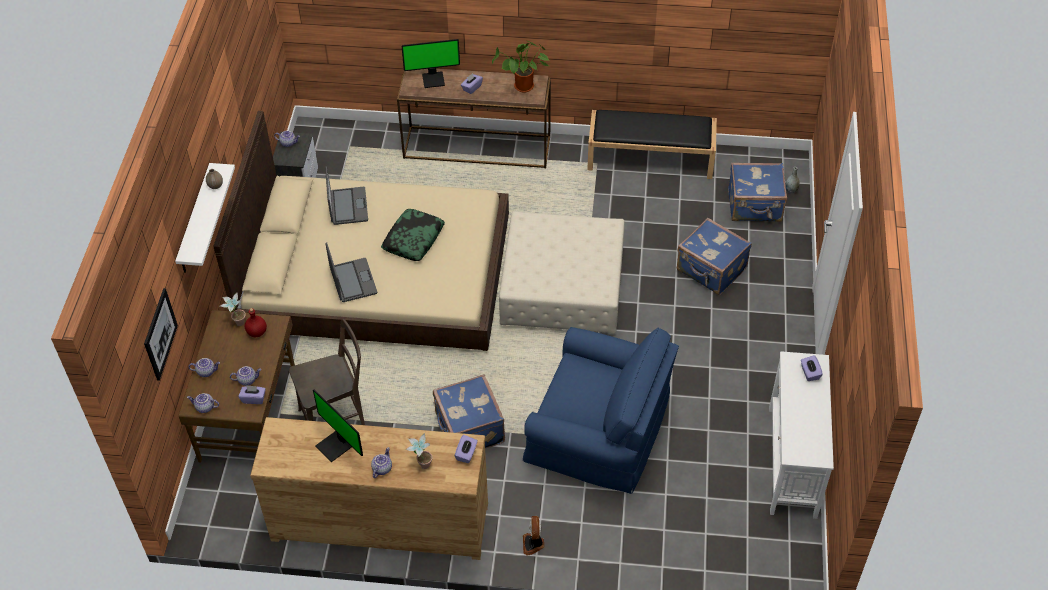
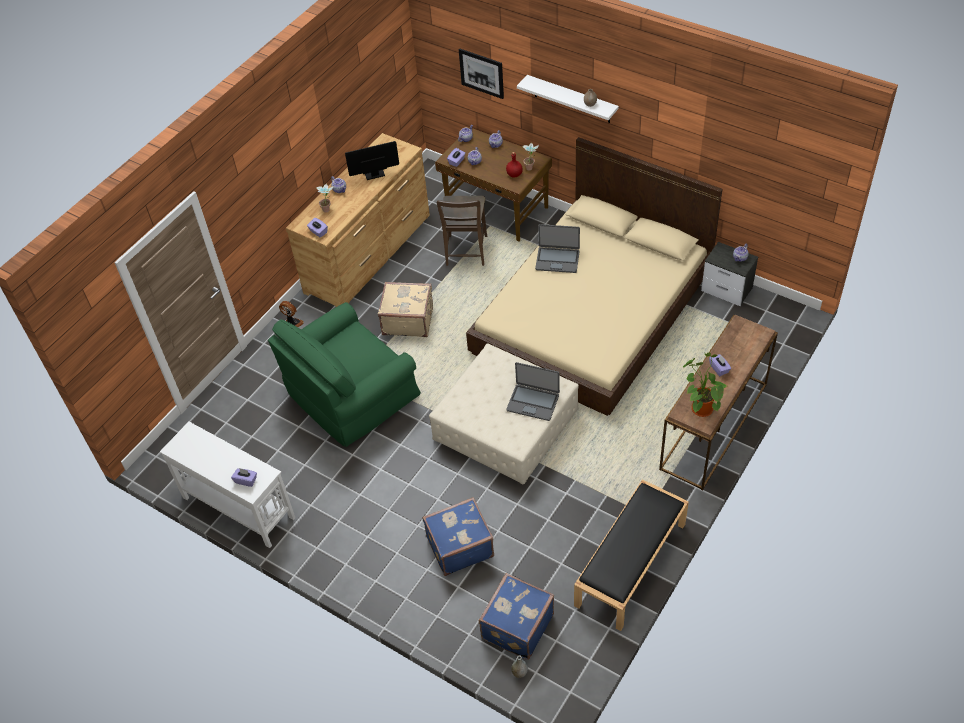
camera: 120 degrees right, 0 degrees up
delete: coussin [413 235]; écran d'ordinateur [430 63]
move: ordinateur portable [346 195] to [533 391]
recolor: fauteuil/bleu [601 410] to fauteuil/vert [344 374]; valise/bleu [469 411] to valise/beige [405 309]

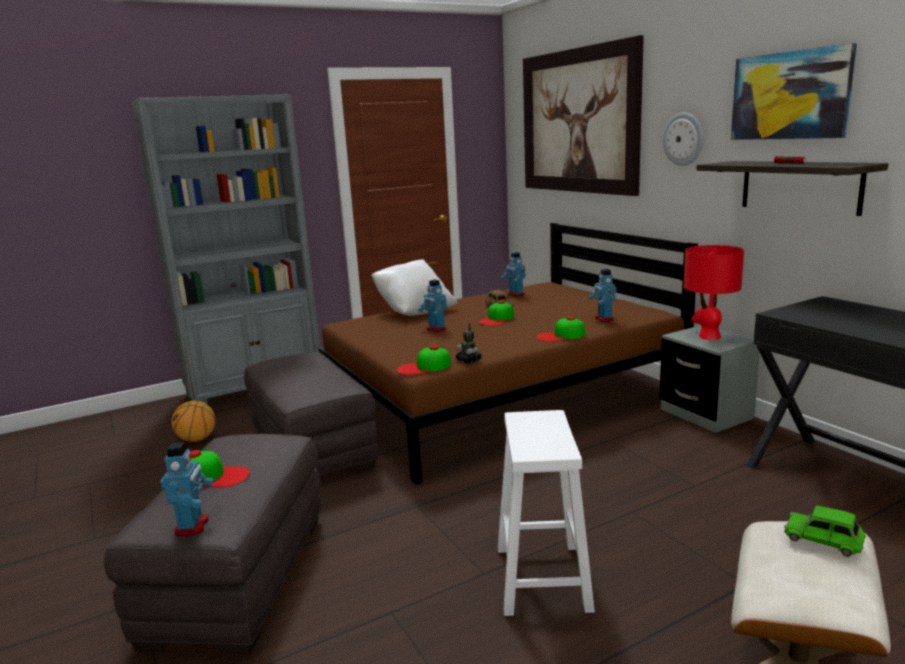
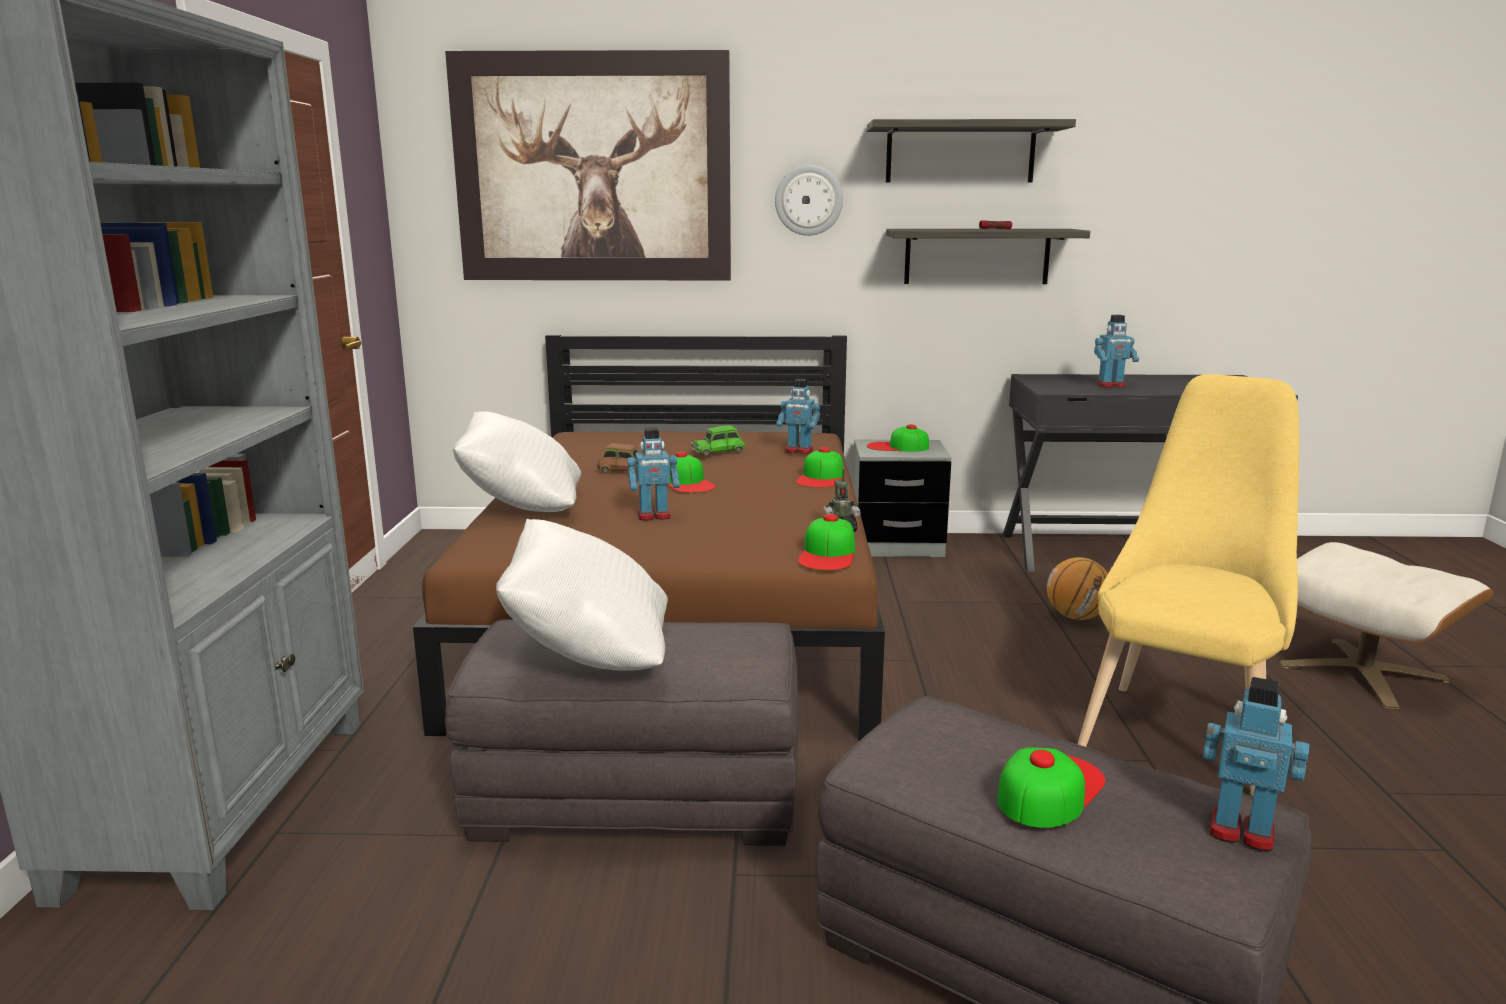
camera: 60 degrees left, 0 degrees up
insert: coussin/blanc [582 595]
move: petite voiture/vert [825 531] to [718 440]; ballon de basket [194 421] to [1077 588]; robot jouet [513 274] to [1116 351]
replace: tableau [794 91] to étagère [971 151]; lampe de table/rouge [714 292] to casquette [898 438]; tabouret/blanc [546 513] to chaise/jaune [1188 585]

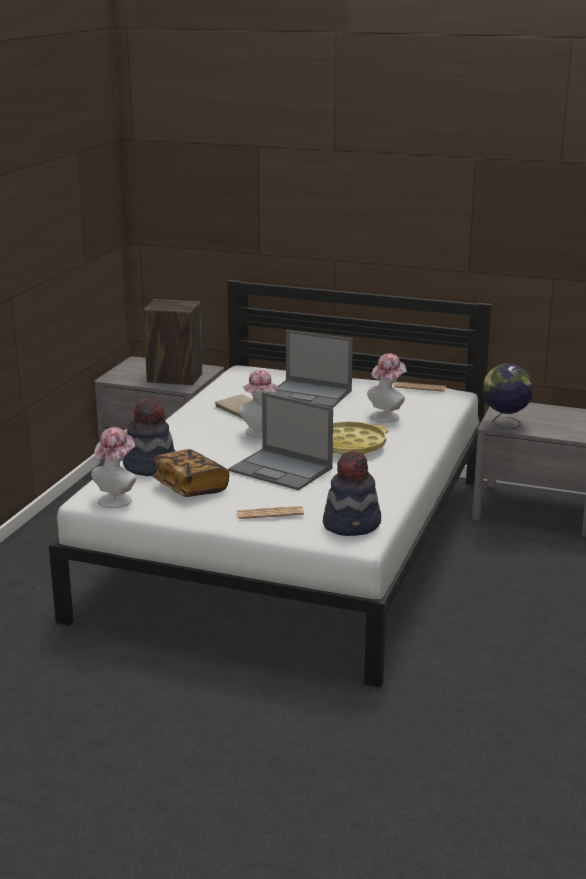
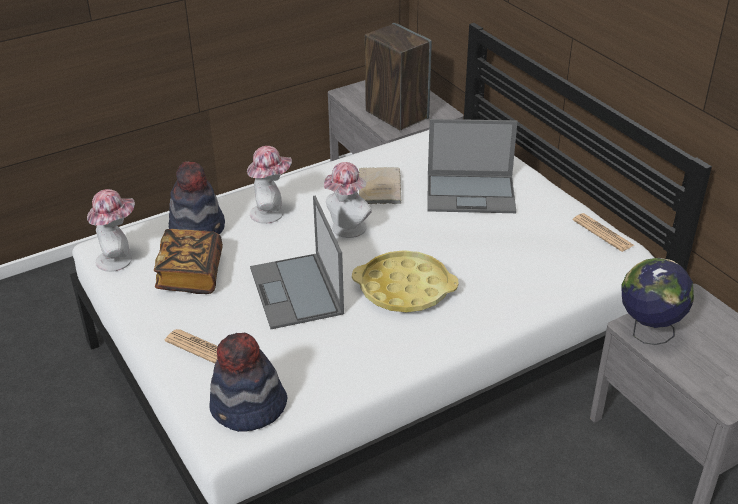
camera: 40 degrees right, 15 degrees up
move: chapeau [386 388] to [269 185]
rotate: ordinateur portable [311 369] = [473 166] 60 degrees counterclockwise

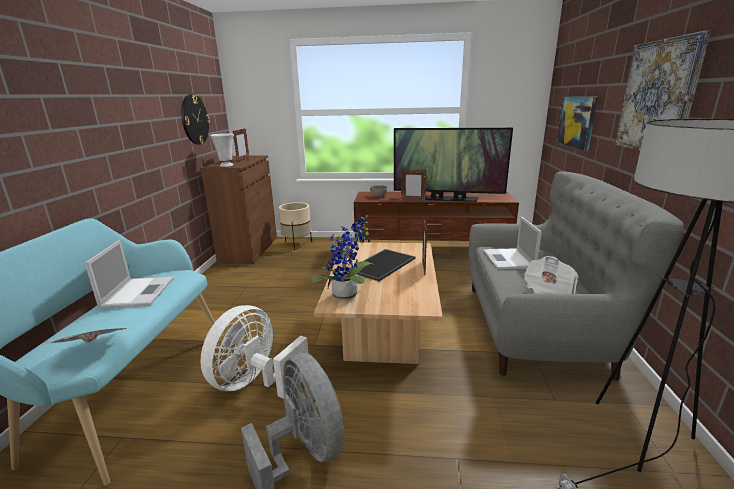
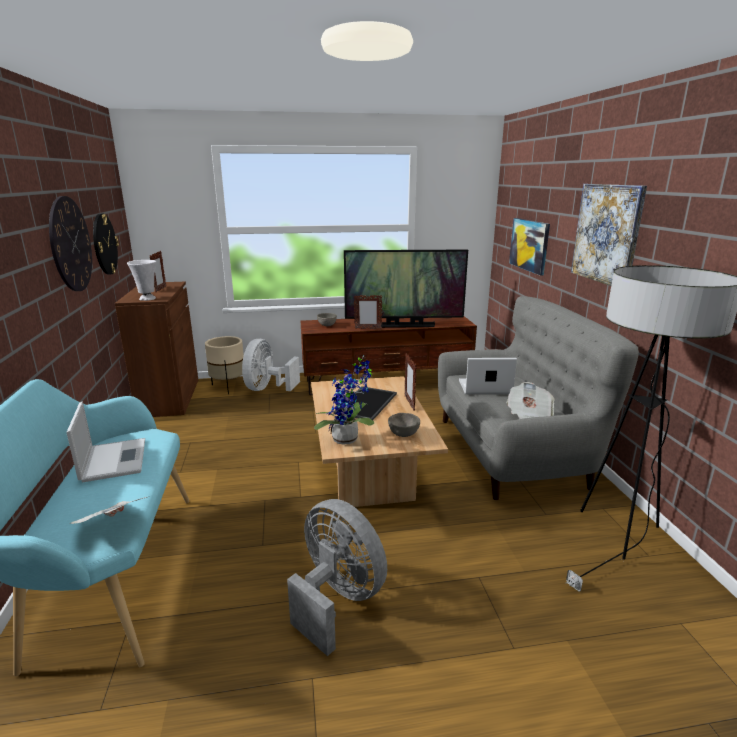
camera: 15 degrees left, 0 degrees up
insert: horloge murale [70 243]; bol/gris [404 425]
move: ventilateur/blanc [254 352] to [271 365]
rotate: ordinateur portable [512 243] = [488 376] 105 degrees clockwise

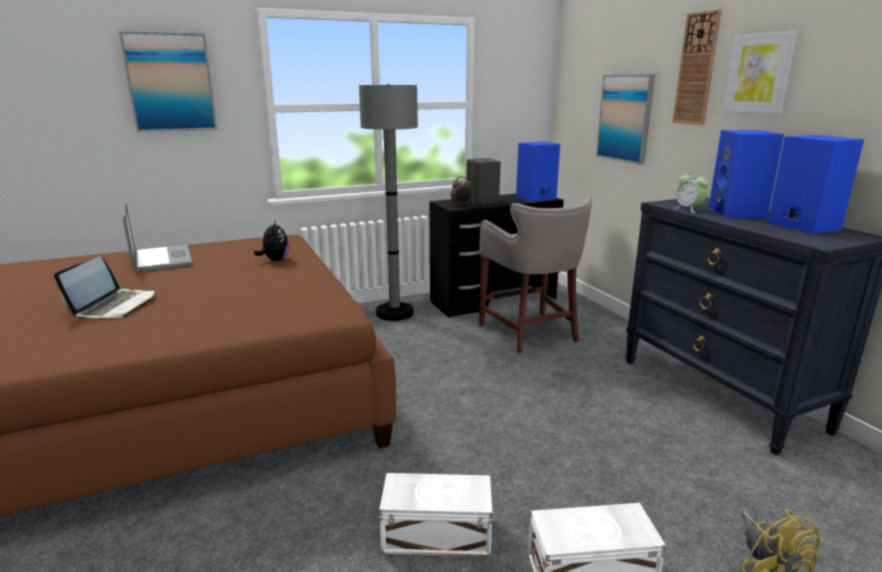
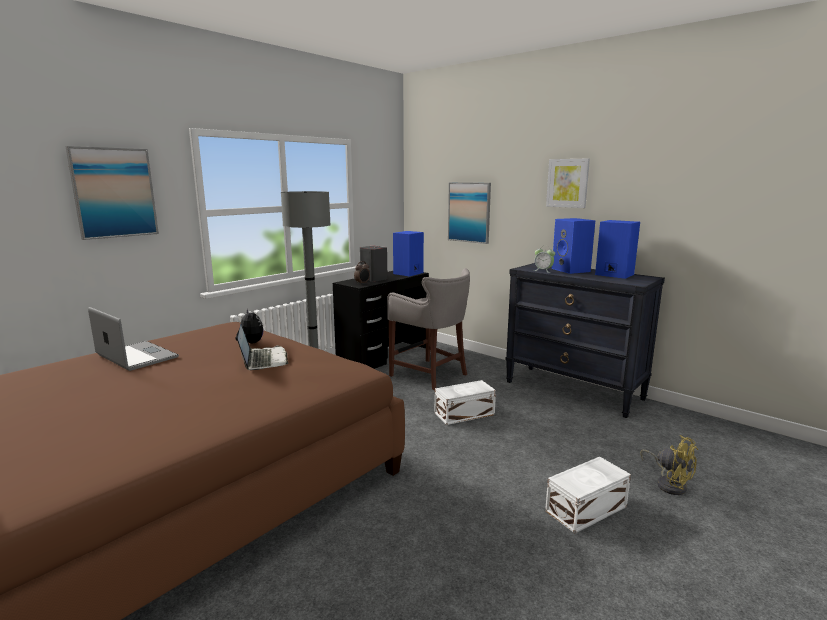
camera: 25 degrees left, 5 degrees down
delete: horloge murale [697 67]
move: ordinateur portable [104 287] to [262 347]; boîte de rangement/blanc [435 515] to [465 402]

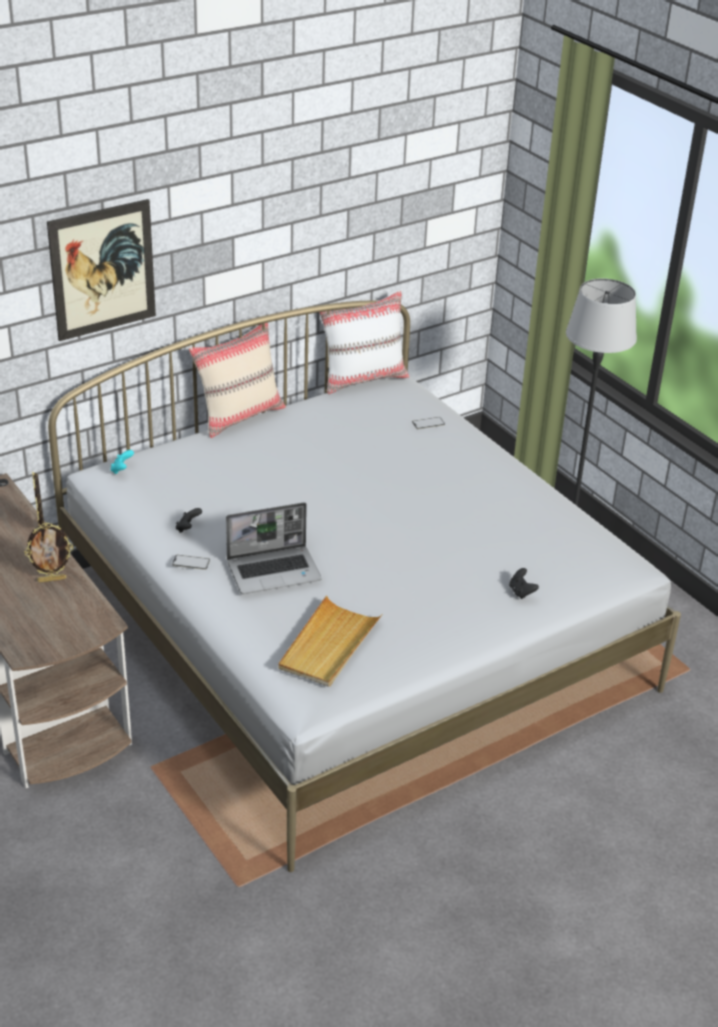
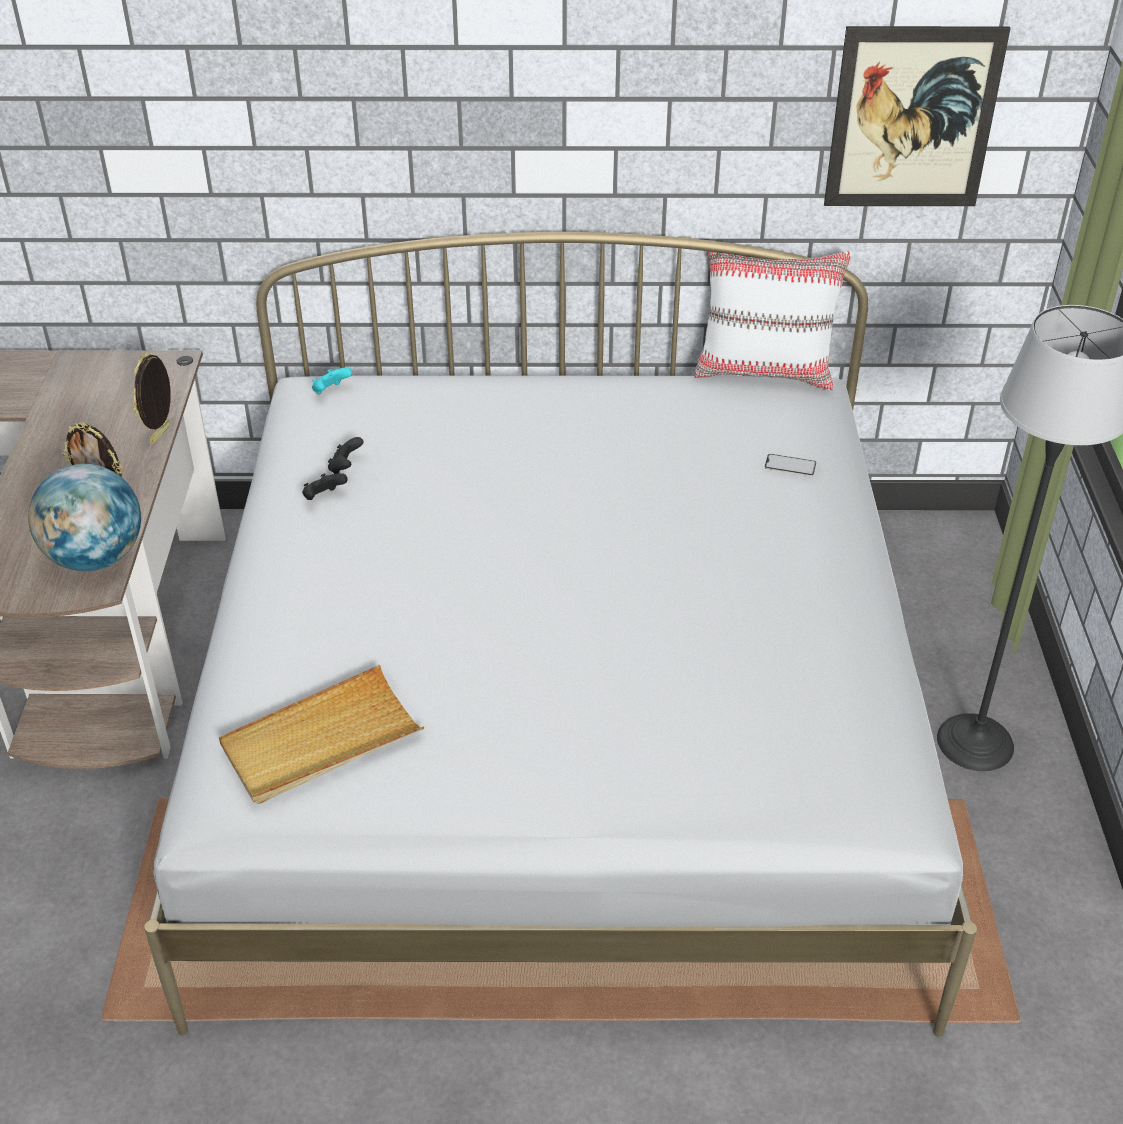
camera: 35 degrees right, 5 degrees up
delete: téléphone [191 562]; coussin/beige [237 380]; ordinateur portable [274 548]
insert: globe [84 517]
move: manette/noir [524 583] to [346 455]; tableau [101 270] to [917 116]

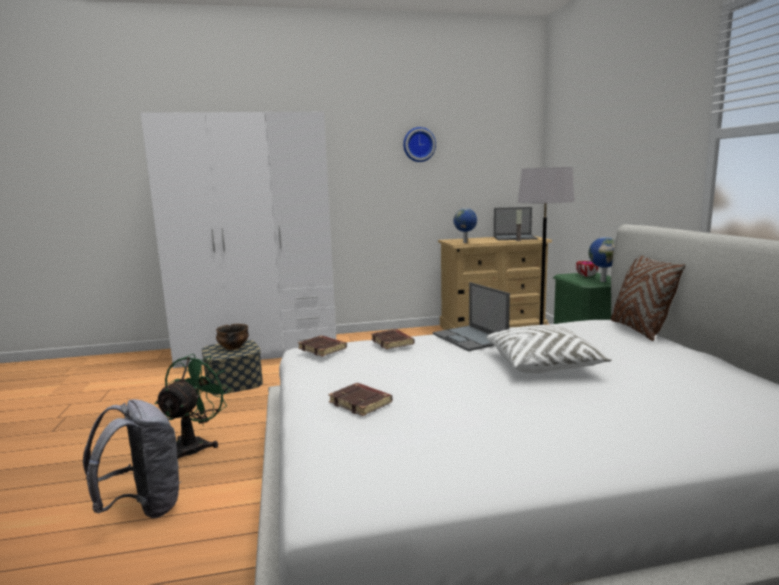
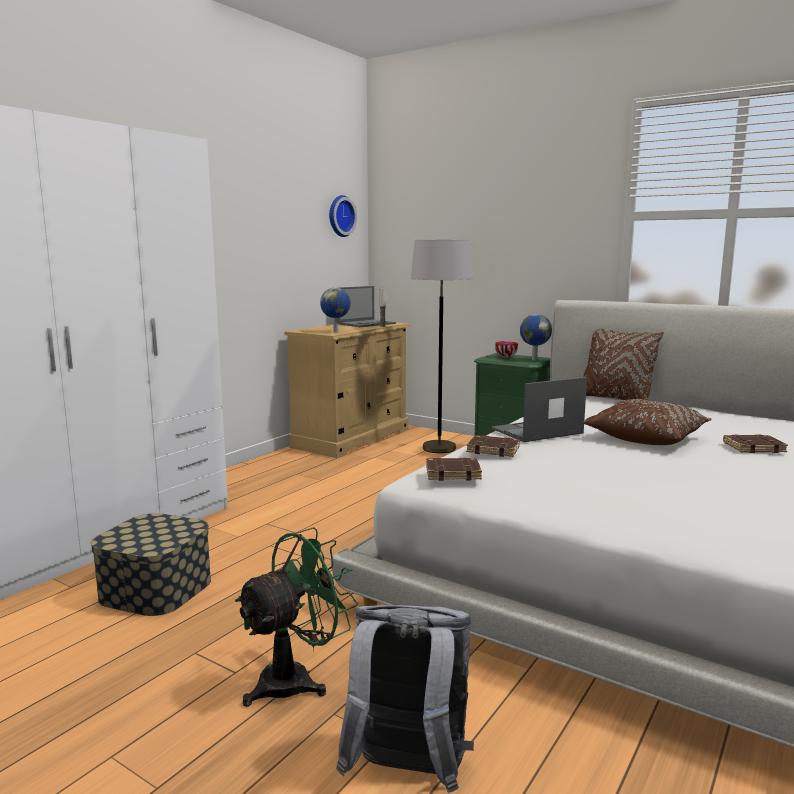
camera: 45 degrees left, 0 degrees up
delete: bol [232 337]
move: horloge murale [419 144] to [343 216]; livre/marron [360 399] to [755 443]
recolor: coussin/blanc [549 349] to coussin/marron [647 422]
rotate: ventilateur/vert [193 406] = [296 617] 75 degrees clockwise; ordinateur portable [471 316] = [539 409] 135 degrees clockwise

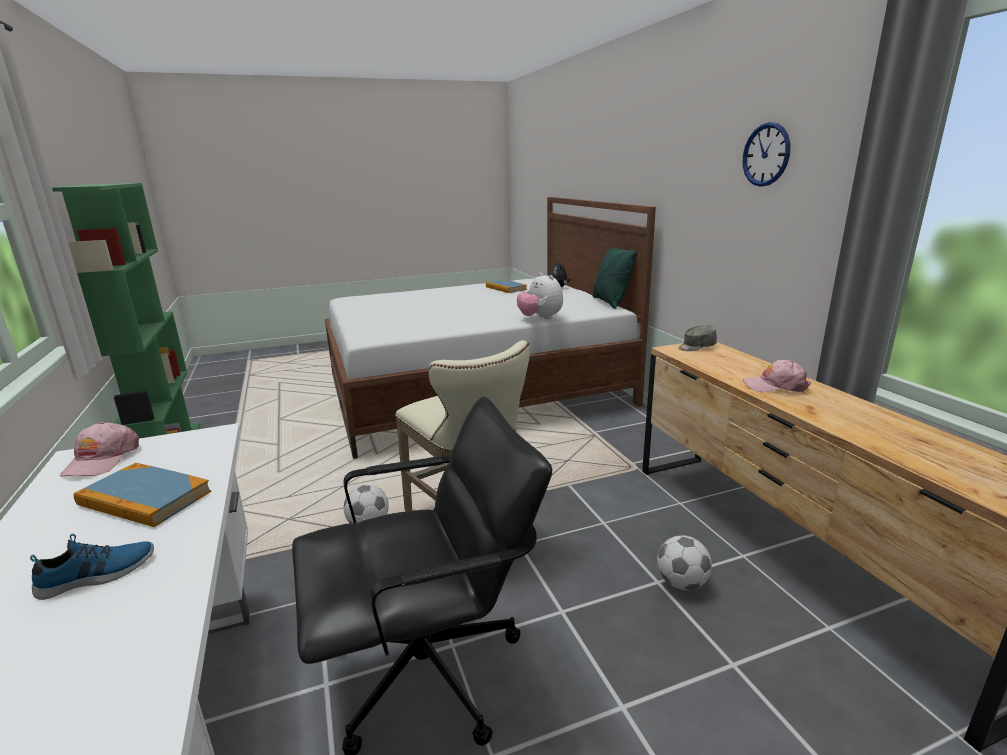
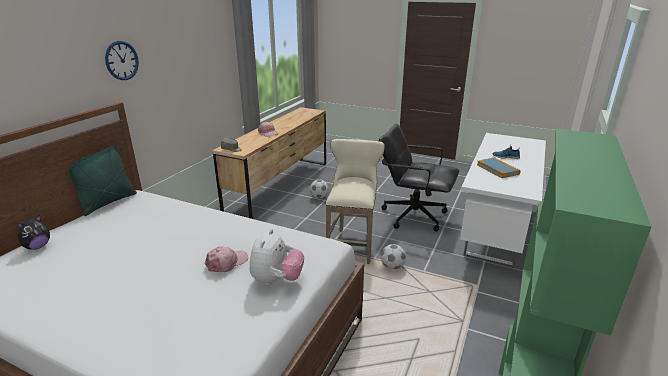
camera: 135 degrees left, 5 degrees up
delete: livre [506 286]
move: horloge murale [767 154] to [122 60]; casquette/rose [99 449] to [226 259]; peluche [540 296] to [277 257]

